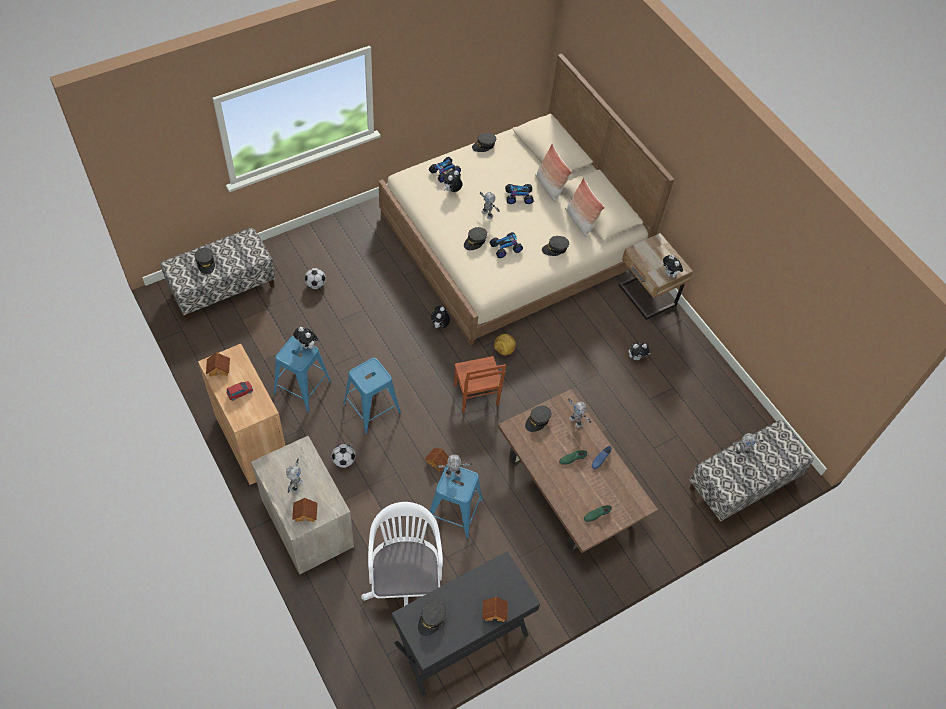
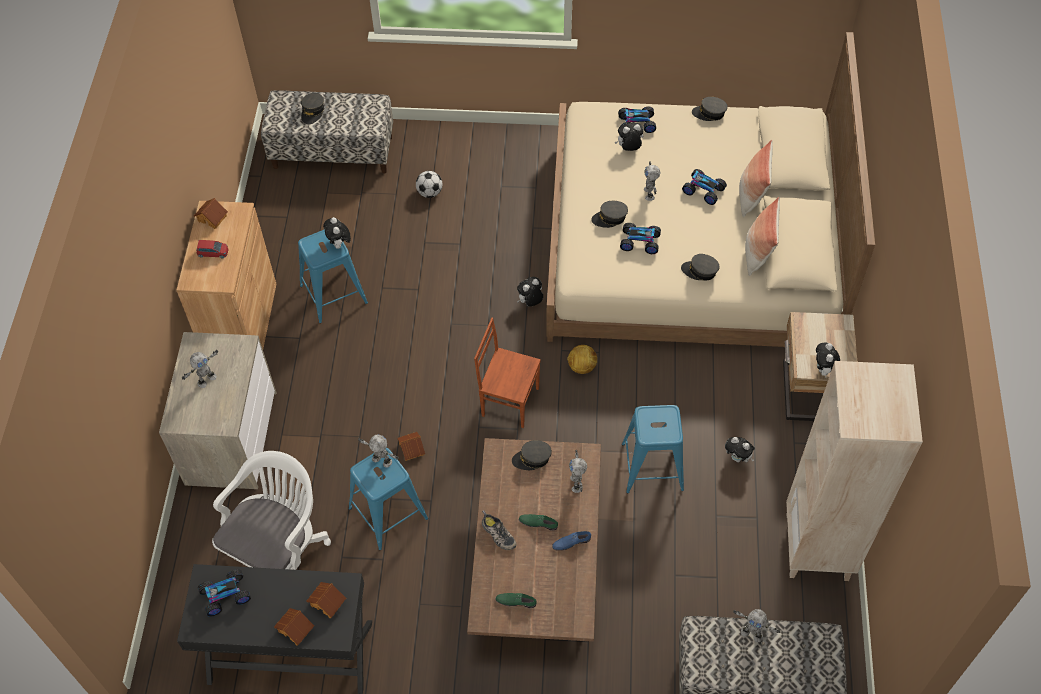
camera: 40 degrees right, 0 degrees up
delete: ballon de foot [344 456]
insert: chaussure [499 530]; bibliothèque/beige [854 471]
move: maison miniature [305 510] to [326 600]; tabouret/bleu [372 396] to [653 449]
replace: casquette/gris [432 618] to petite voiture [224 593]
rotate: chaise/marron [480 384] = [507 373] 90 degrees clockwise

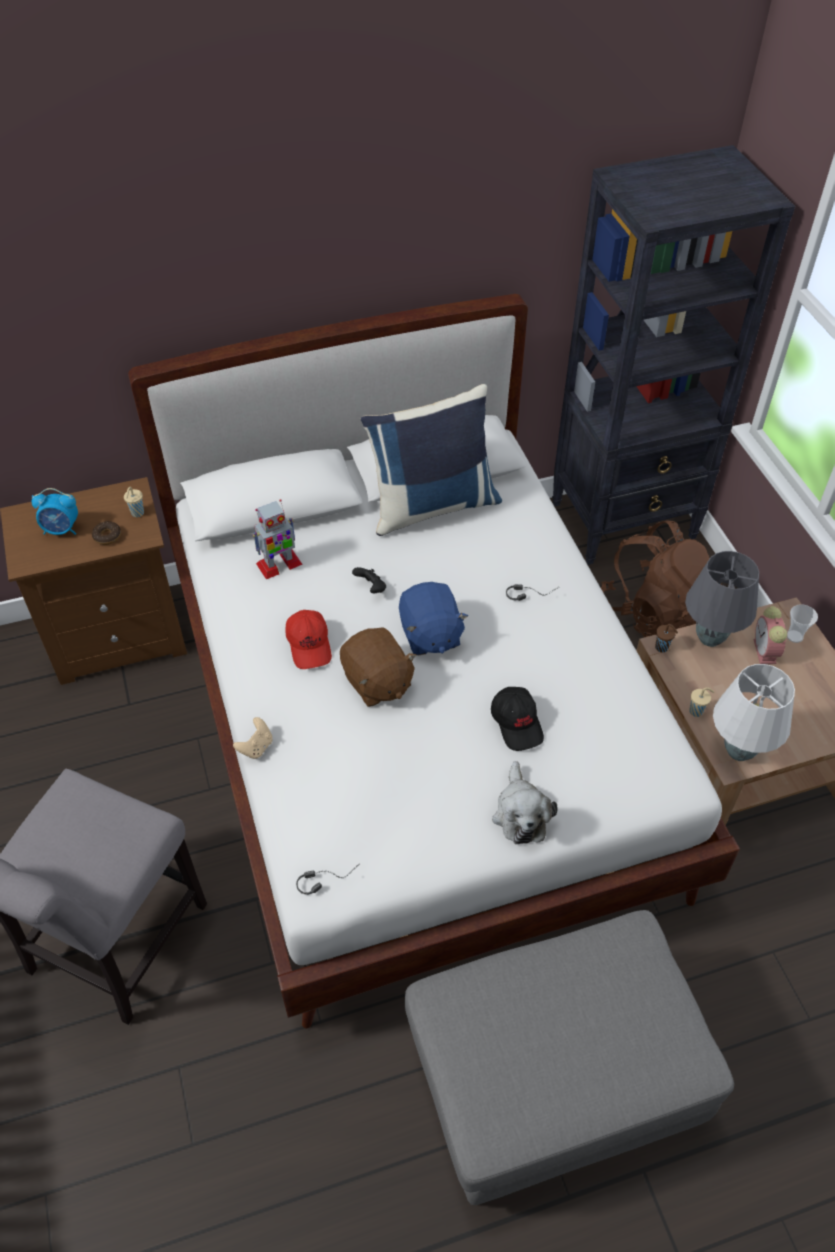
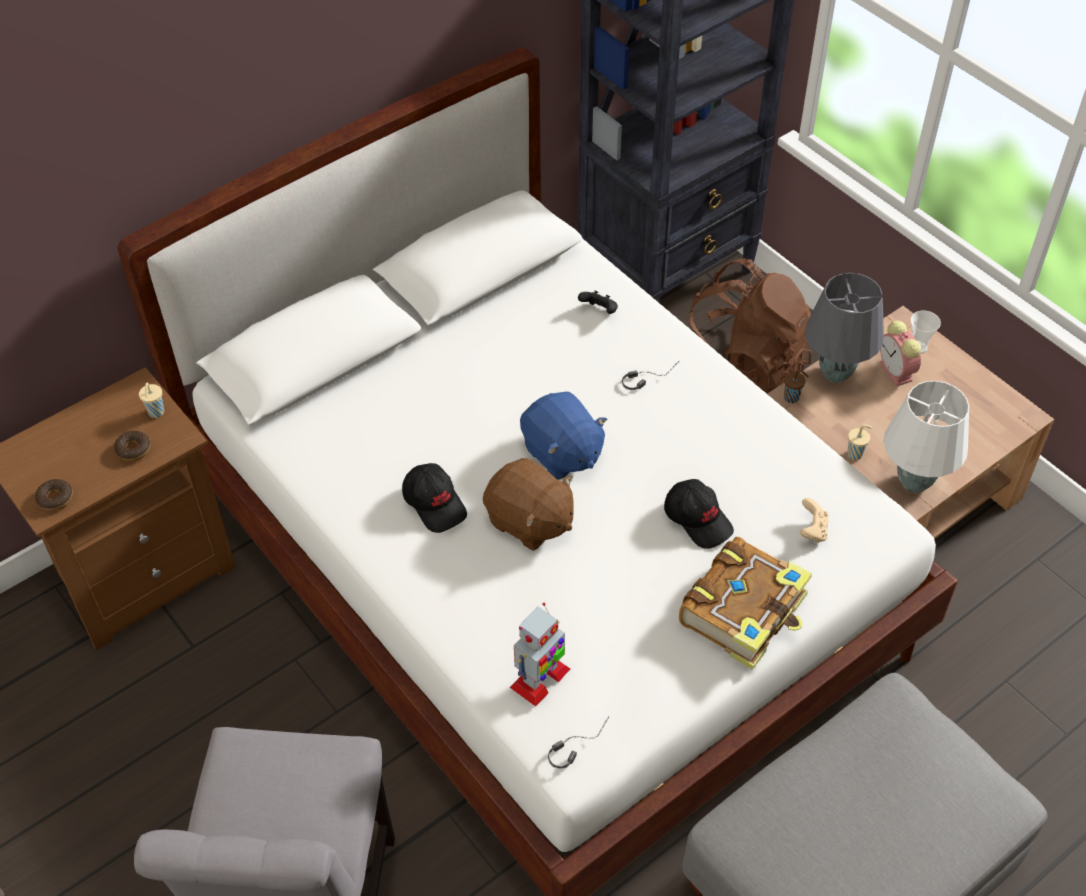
camera: 20 degrees left, 0 degrees up
delete: réveil [55 511]; coussin/bleu [431 460]
insert: beignet [54 495]
move: robot jouet [277 539] to [540 654]; manette/noir [369 580] to [598 302]; manette/beige [253 738] to [814 520]
replace: peluche [525 802] to livre [745 603]
recolor: casquette/rouge [308 639] to casquette/noir [434 498]

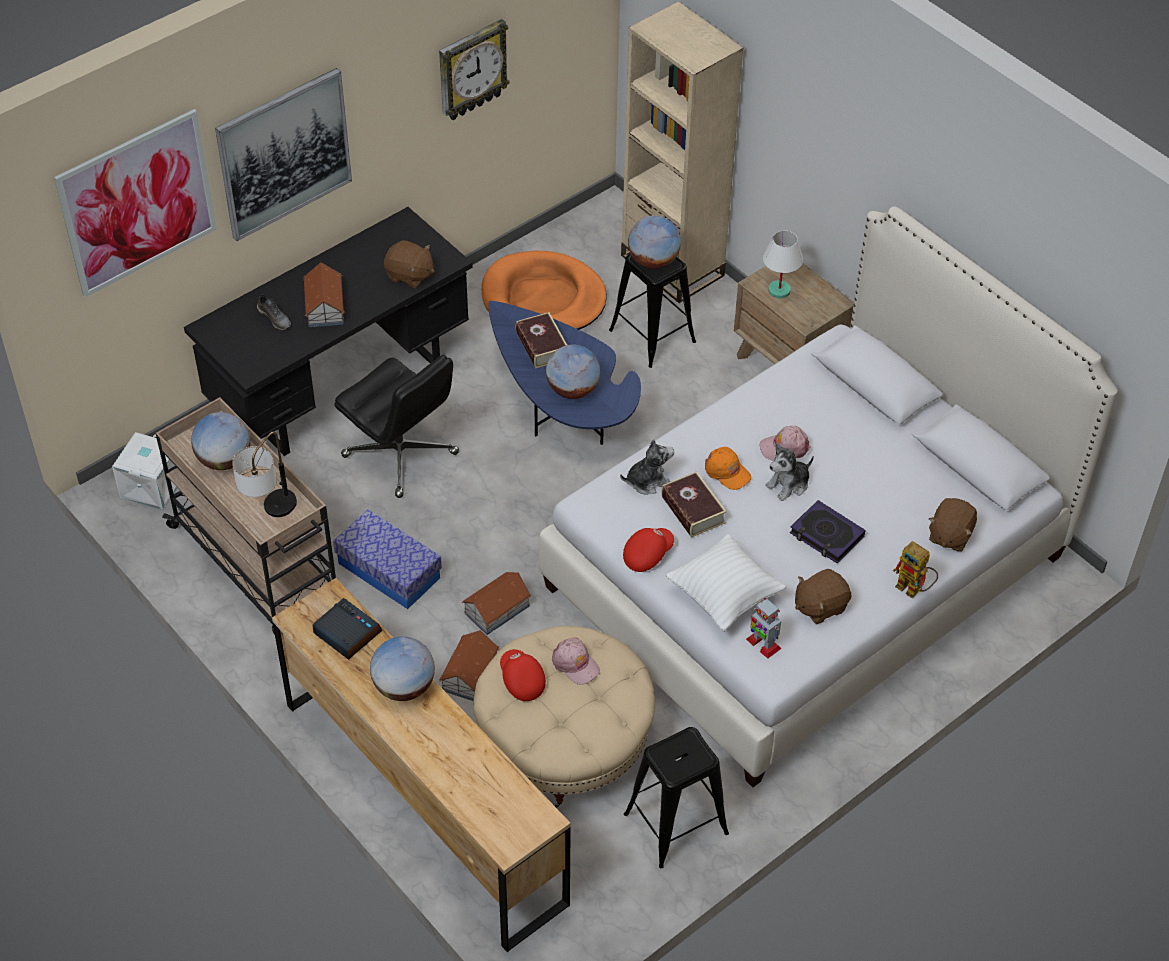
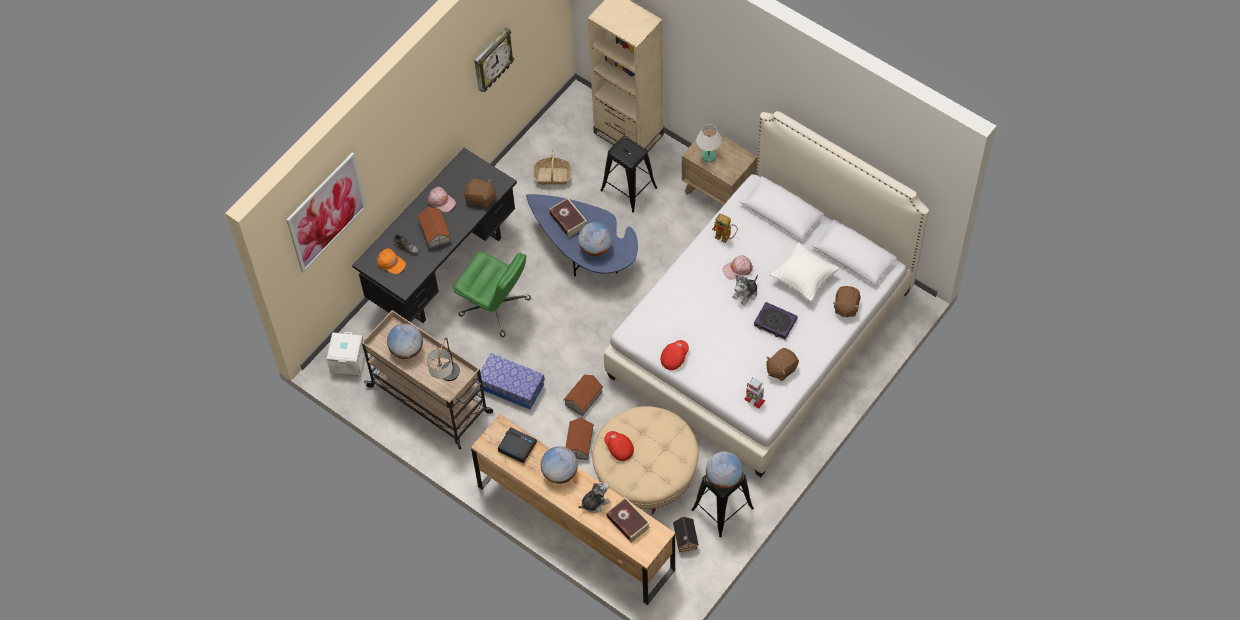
camera: 10 degrees left, 10 degrees up
delete: tableau [283 154]
insert: maison miniature [686 534]
move: casquette/orange [728 468] to [391 261]; casquette/rose [576 661] to [442 199]; peluche [647 466] to [594 498]; livre [694 504] to [628 520]; globe [654 242] to [724 470]; robot jouet [915 569] to [725 228]; coussin/blanc [726 583] to [804 272]
replace: panier pour chien/orange [544 290] to panier [552 167]
recolor: chaise de bureau/noir [396 426] to chaise de bureau/vert [492 294]

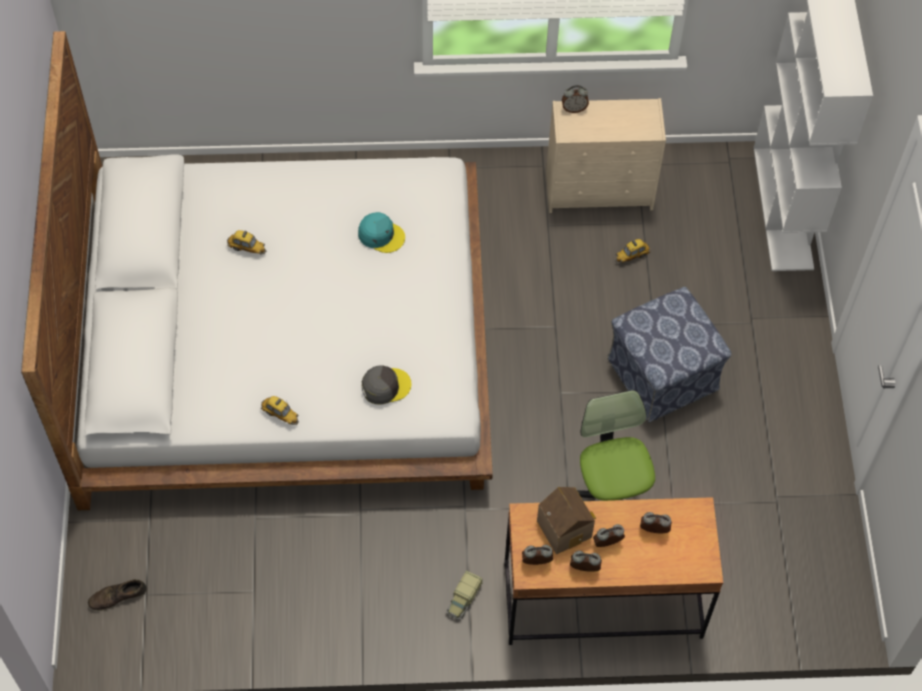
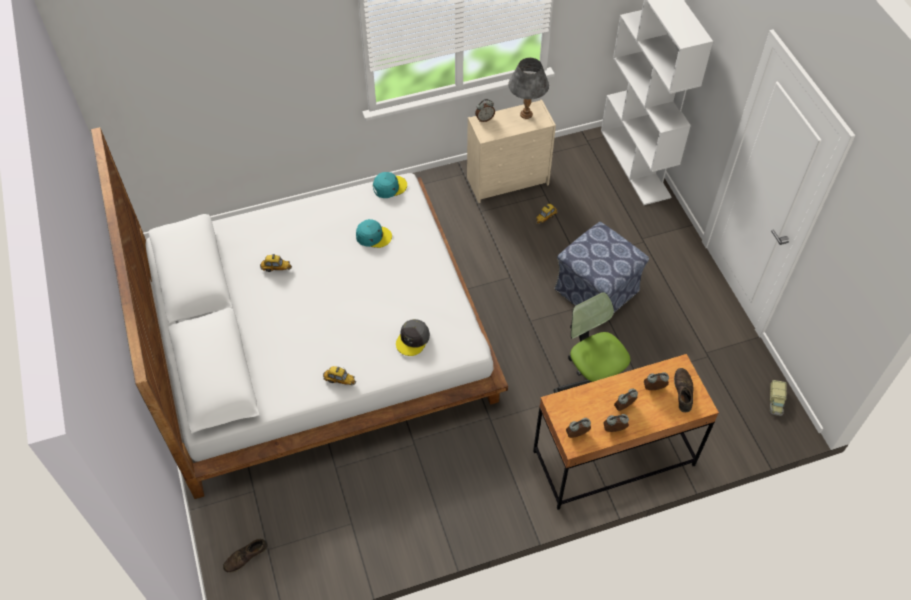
camera: 15 degrees left, 5 degrees down
delete: maison miniature [566 520]
insert: casquette/turquoise [390 185]; lampe de table/gris [528 88]; chaussure/marron [684 390]
move: camion jouet [464 595] to [778 398]
rotate: casquette/gris [387 385] = [413 337] 150 degrees clockwise

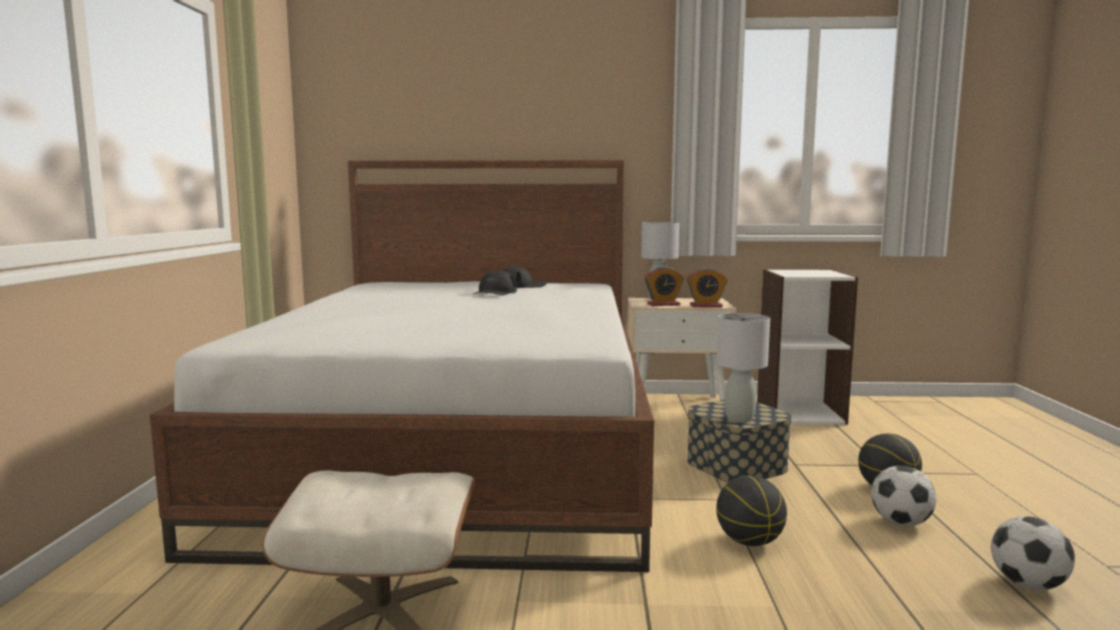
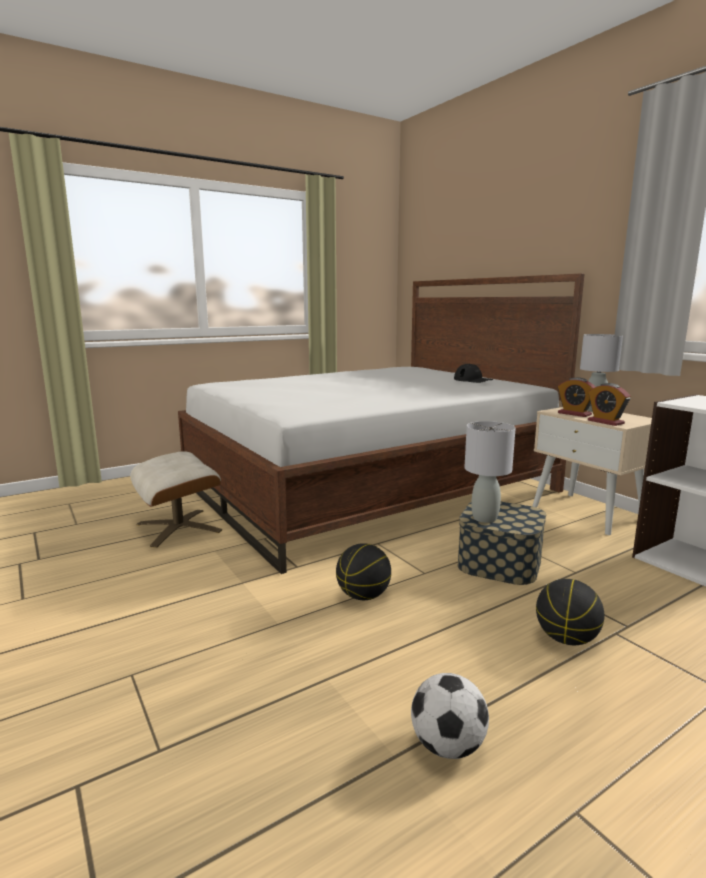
camera: 55 degrees right, 5 degrees up
delete: casquette/noir [495 283]; ballon de foot [903 496]

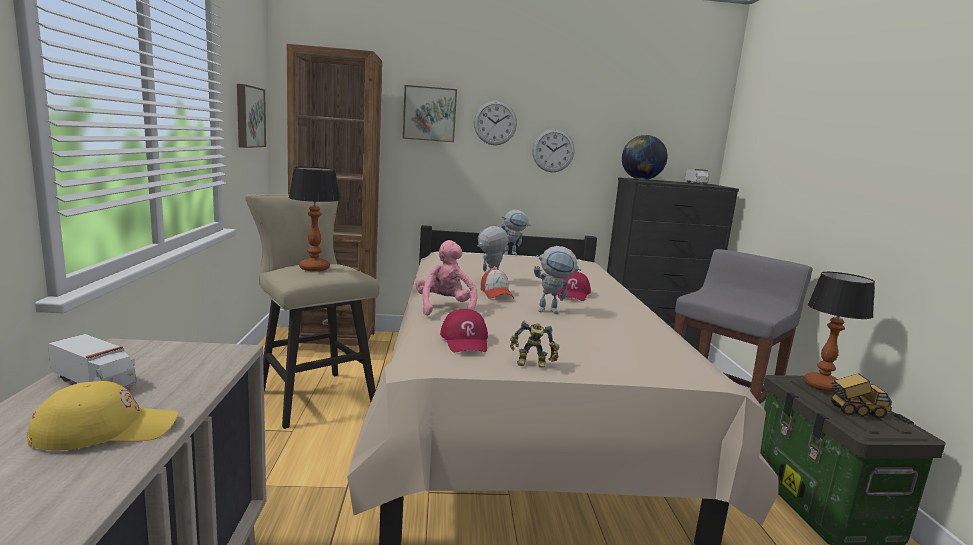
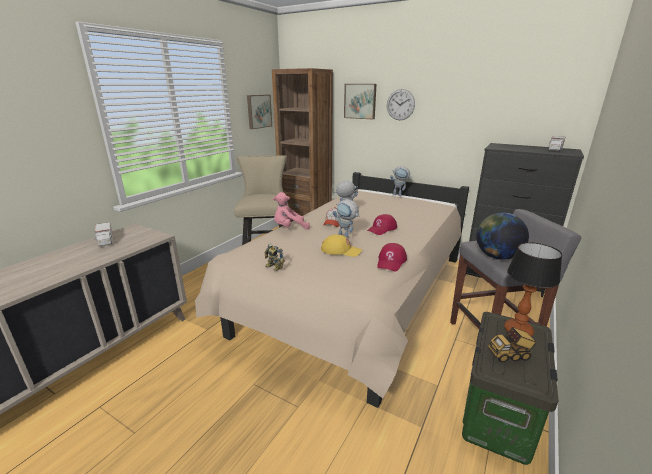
camera: 35 degrees right, 10 degrees up
delete: lampe de table [314 219]; horloge murale [553 150]
move: casquette/jaune [102 415] to [341 245]; casquette/rouge [464 330] to [392 257]; globe [645 157] to [502 236]
rotate: peluche/rose [446 278] = [291 211] 135 degrees counterclockwise; camion jouet [861 396] = [512 345] 135 degrees clockwise

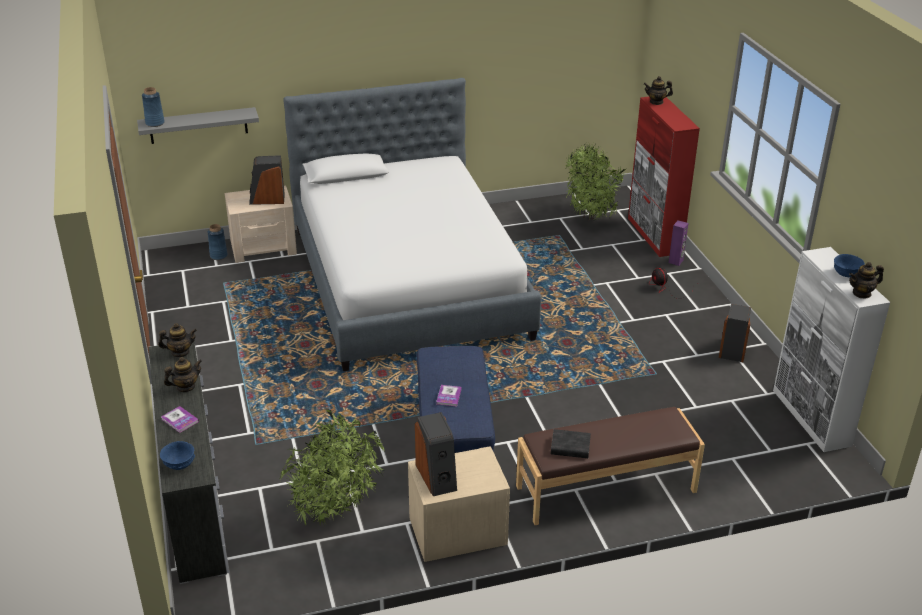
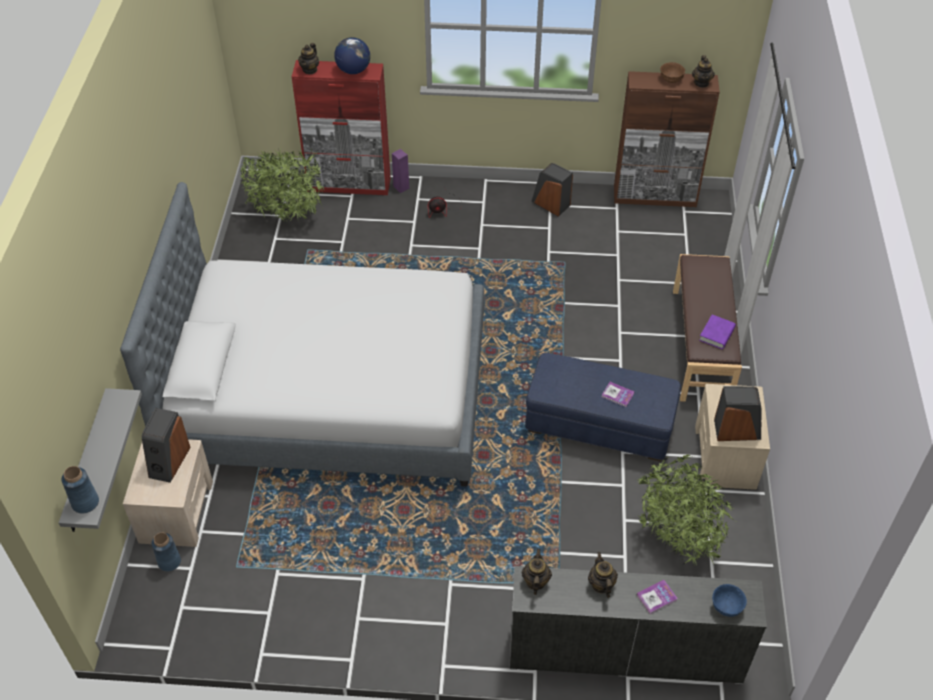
camera: 70 degrees left, 15 degrees up
insert: globe [352 55]
recolor: meuble de rangement/blanc [831 349] to meuble de rangement/marron [667 139]; bol/bleu [849 265] to bol/marron [672 72]; livre/noir [571 443] to livre/violet [717 331]

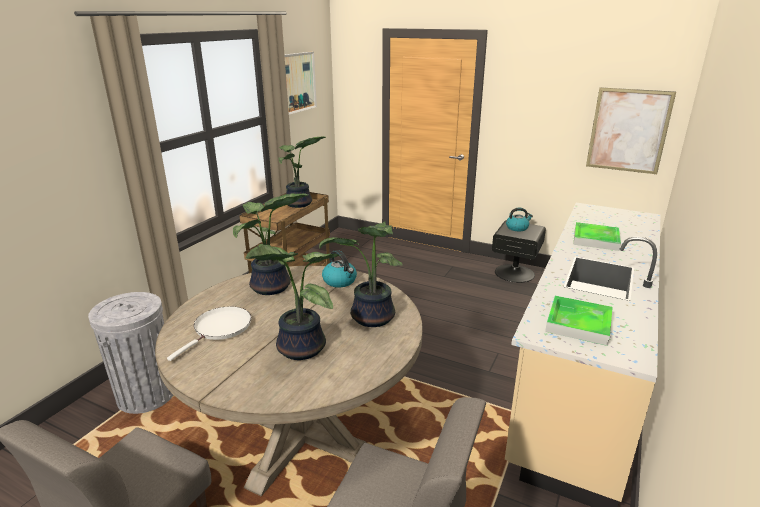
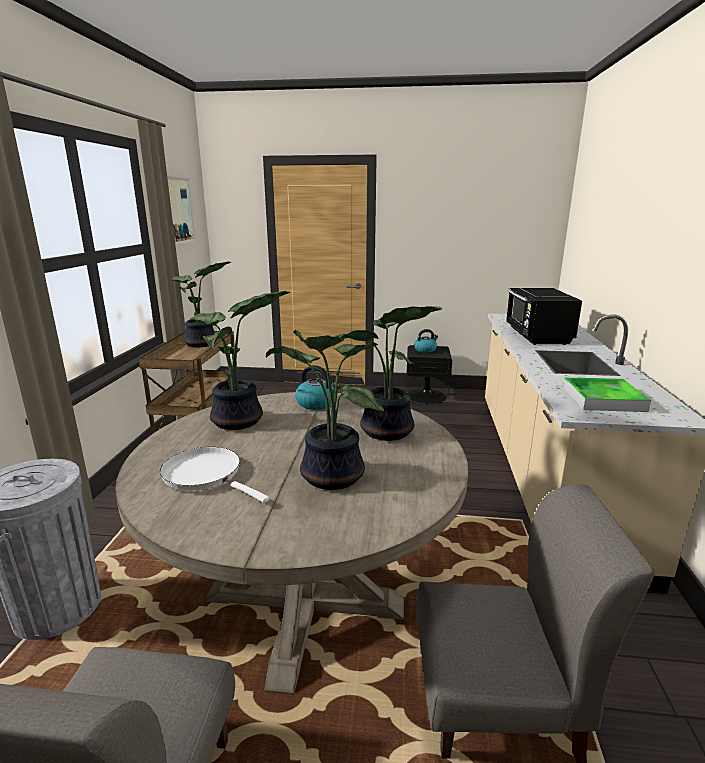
camera: 20 degrees left, 5 degrees down
delete: tableau [631 130]
replace: plateau [597 236] to micro-ondes/noir [544 316]
rotate: poêle/blanc [209 333] = [214 475] 60 degrees counterclockwise

